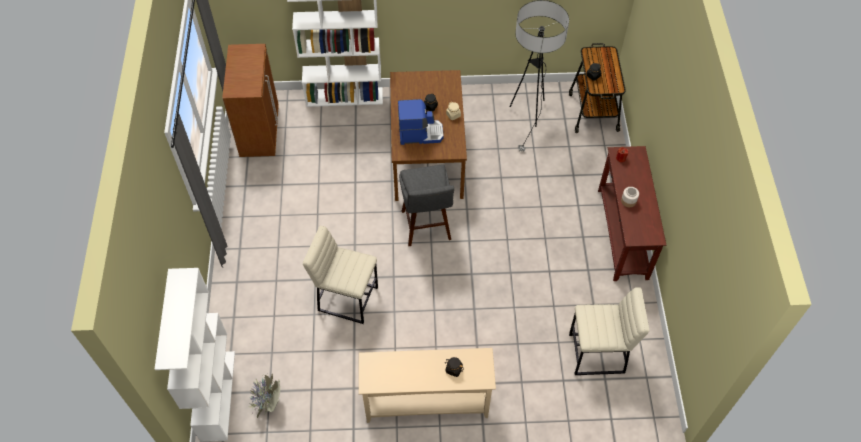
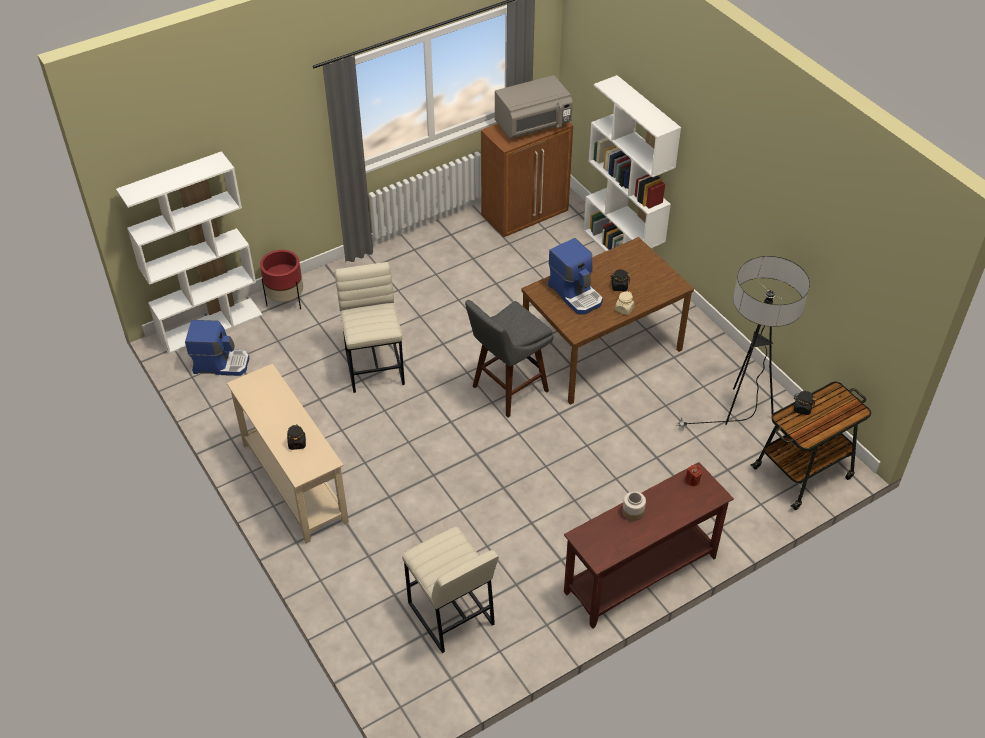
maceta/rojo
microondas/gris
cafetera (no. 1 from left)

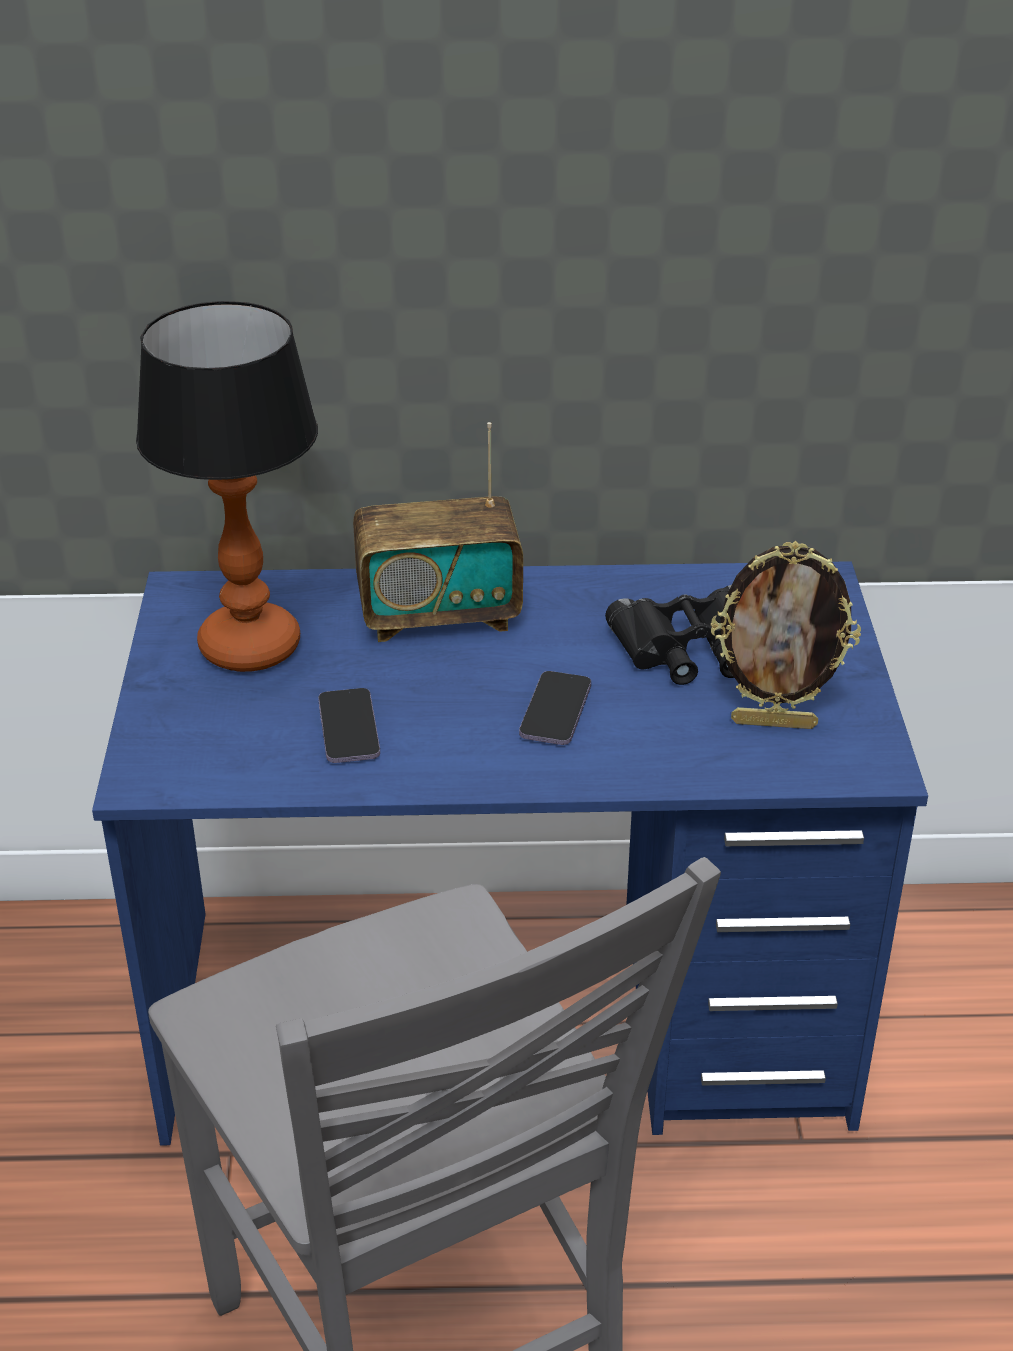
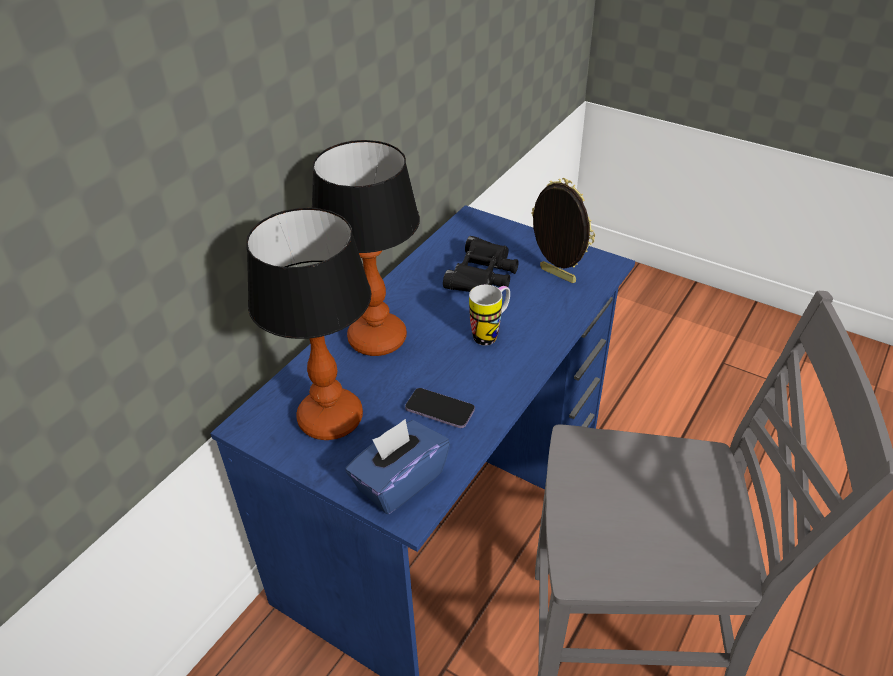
caja de pañuelos/azul
lámpara de mesa (no. 2 from left)
taza grande
portarretratos

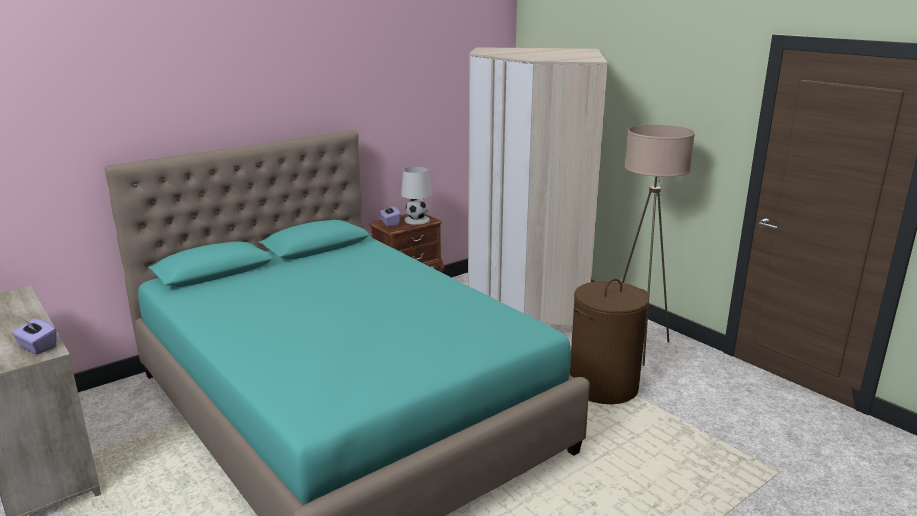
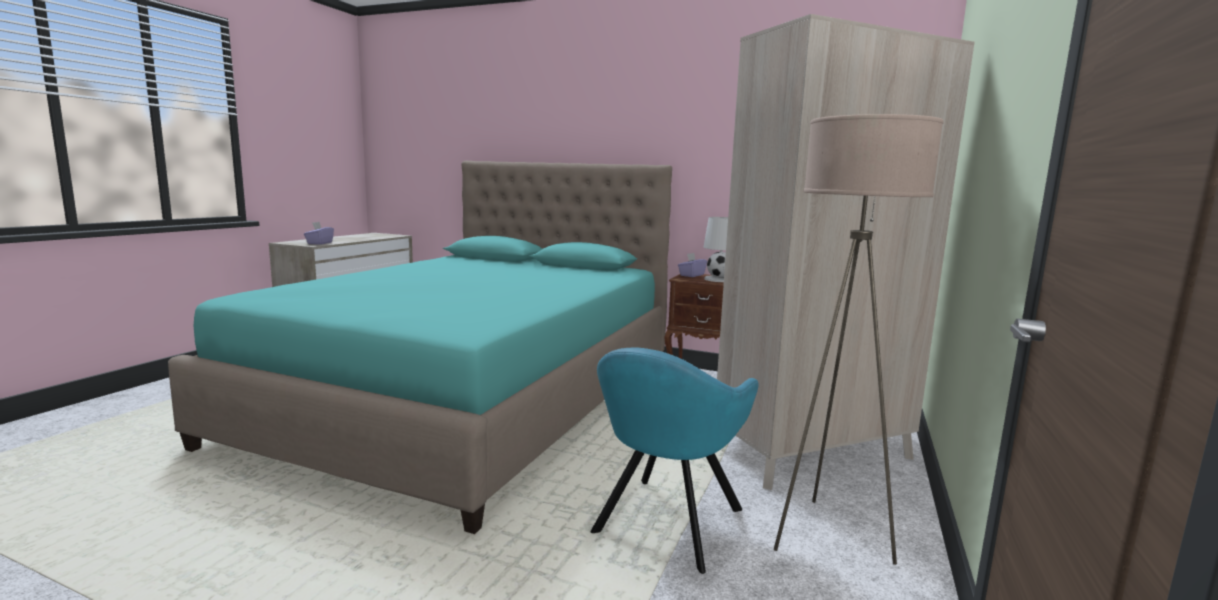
sillón/turquesa

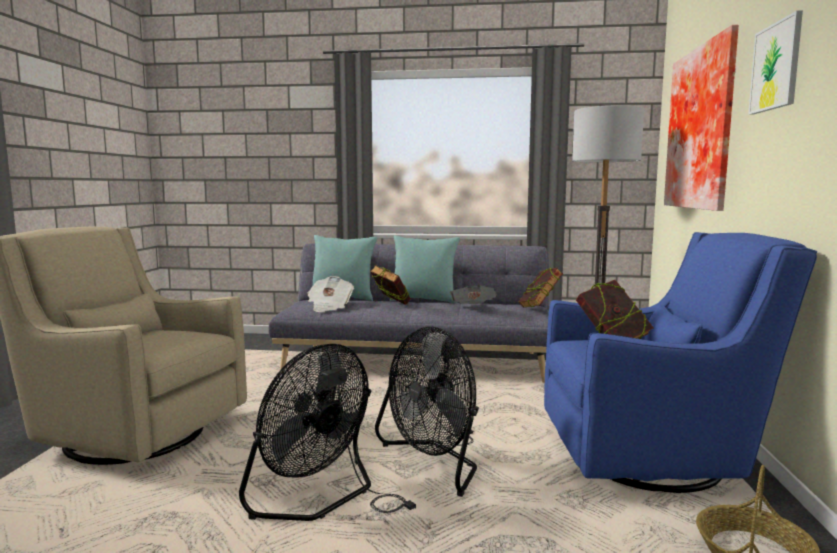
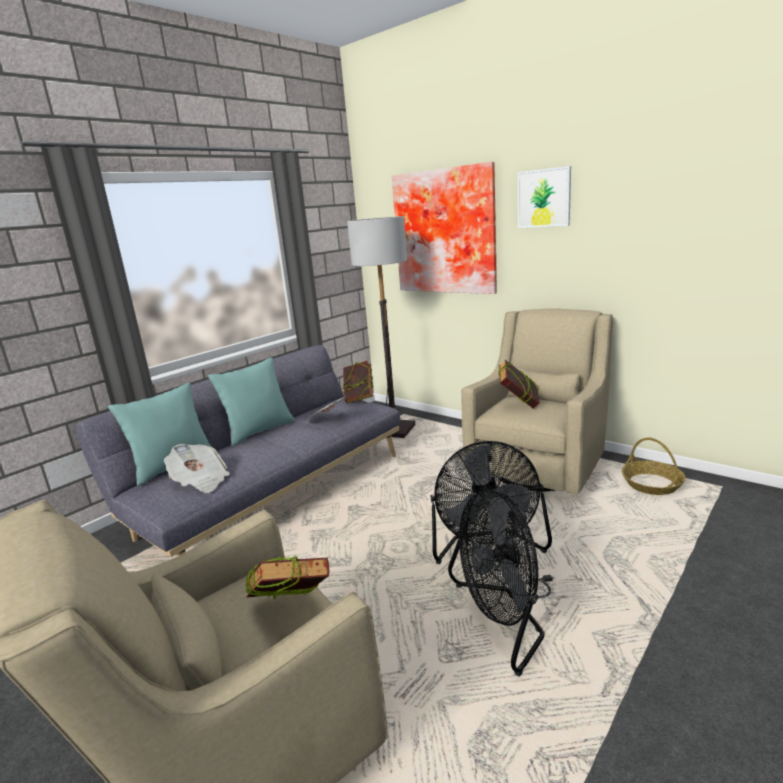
libro (no. 1 from left)
sillón/beis (no. 2 from left)

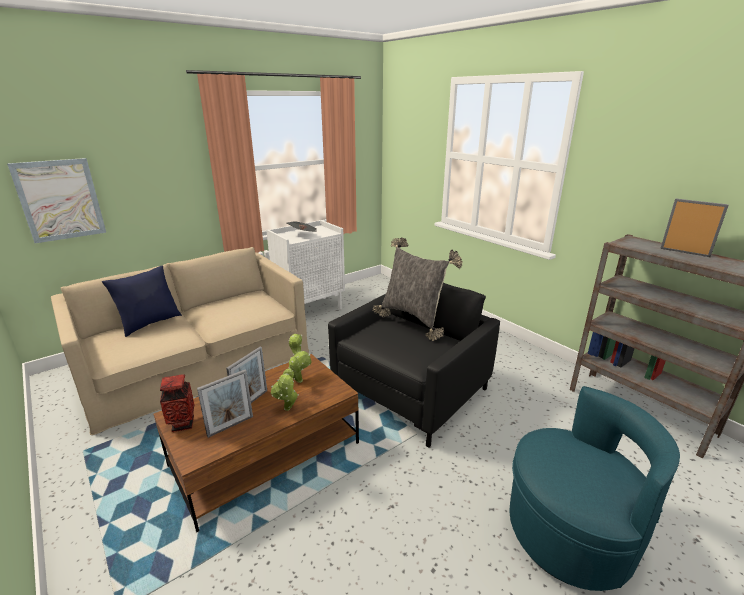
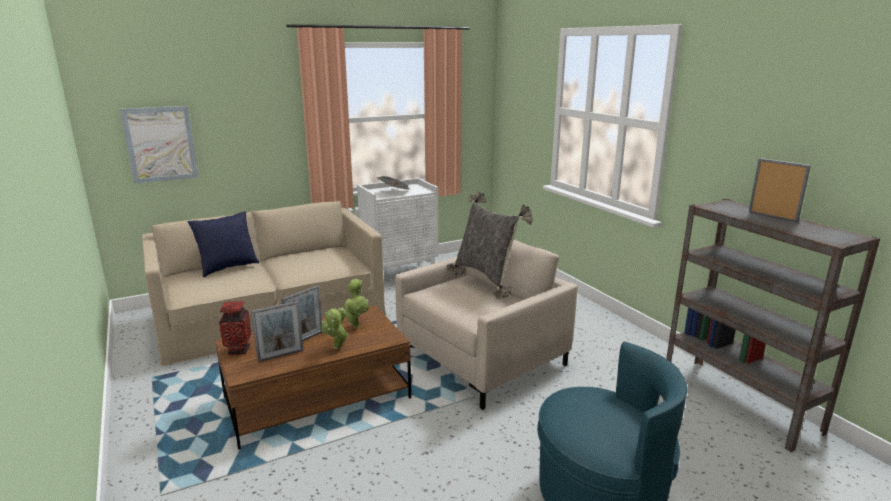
sillón/beis

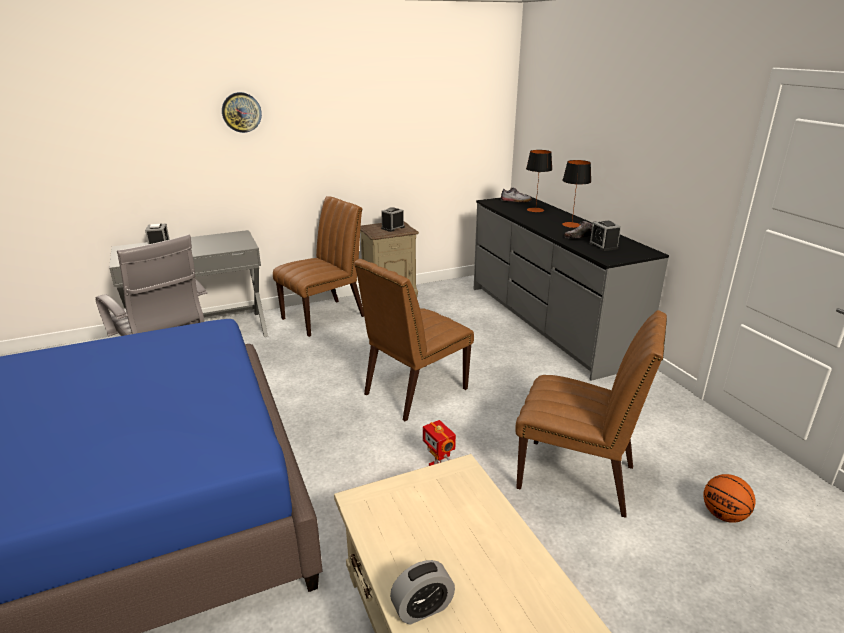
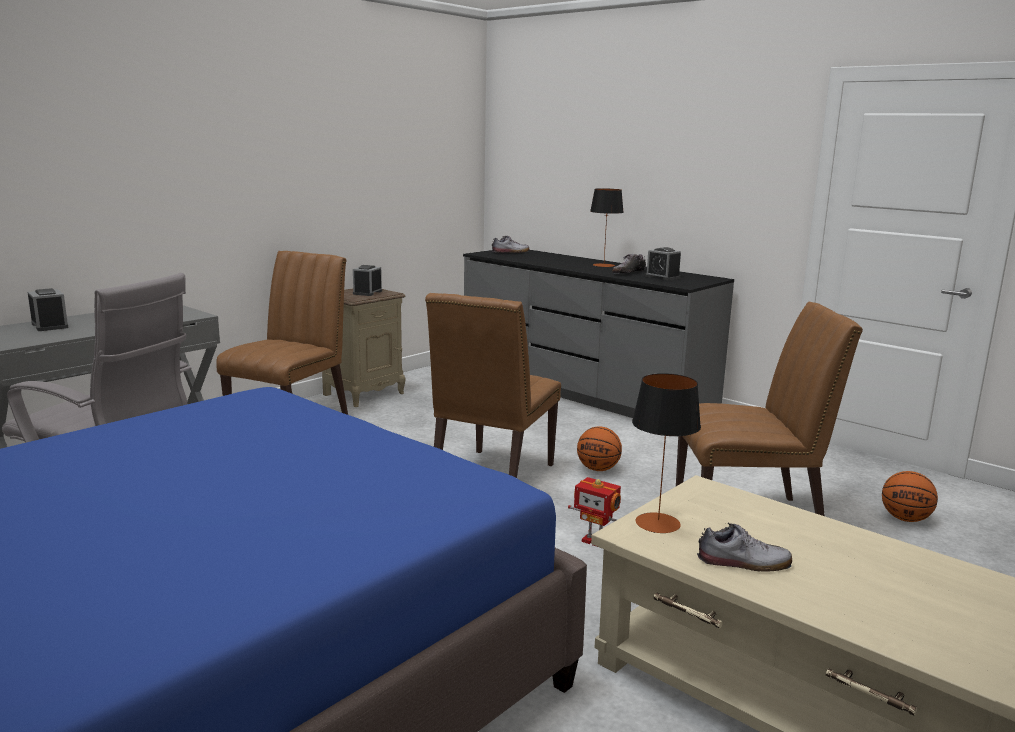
reloj de pared
despertador (no. 3 from left in the first image)
balón de baloncesto (no. 1 from left)
zapato (no. 3 from left)
lámpara de mesa (no. 2 from left)

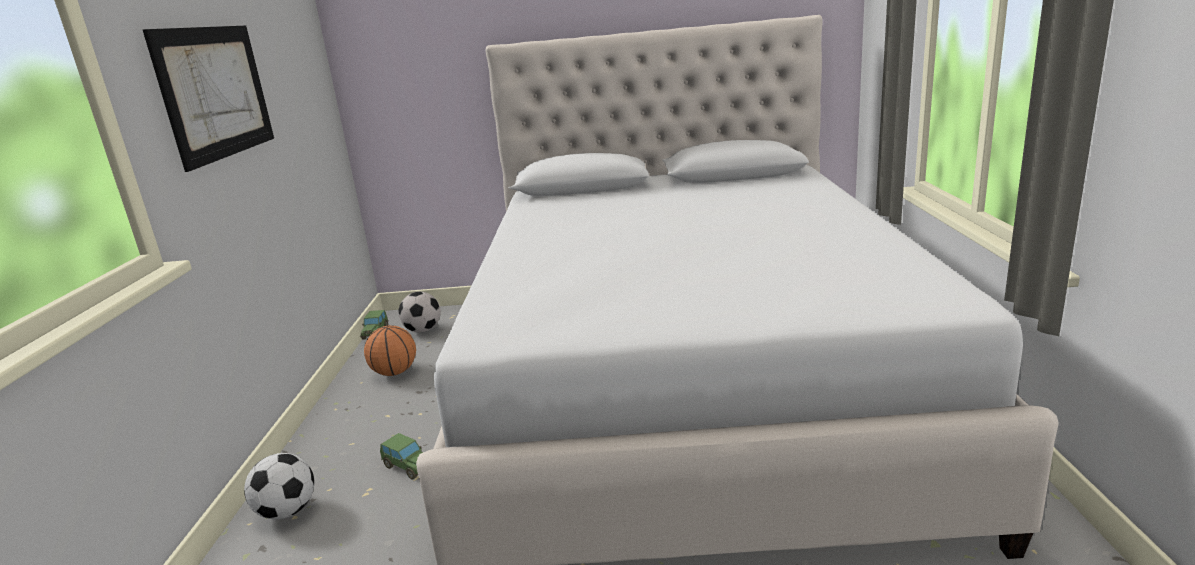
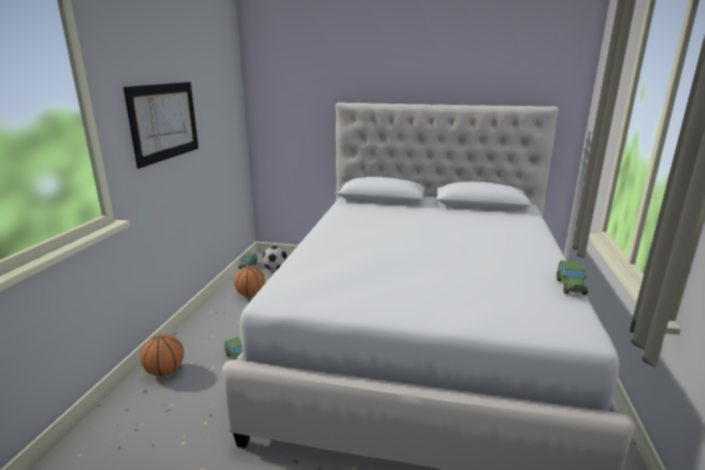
coche de juguete (no. 3 from left)
balón de baloncesto (no. 1 from left)

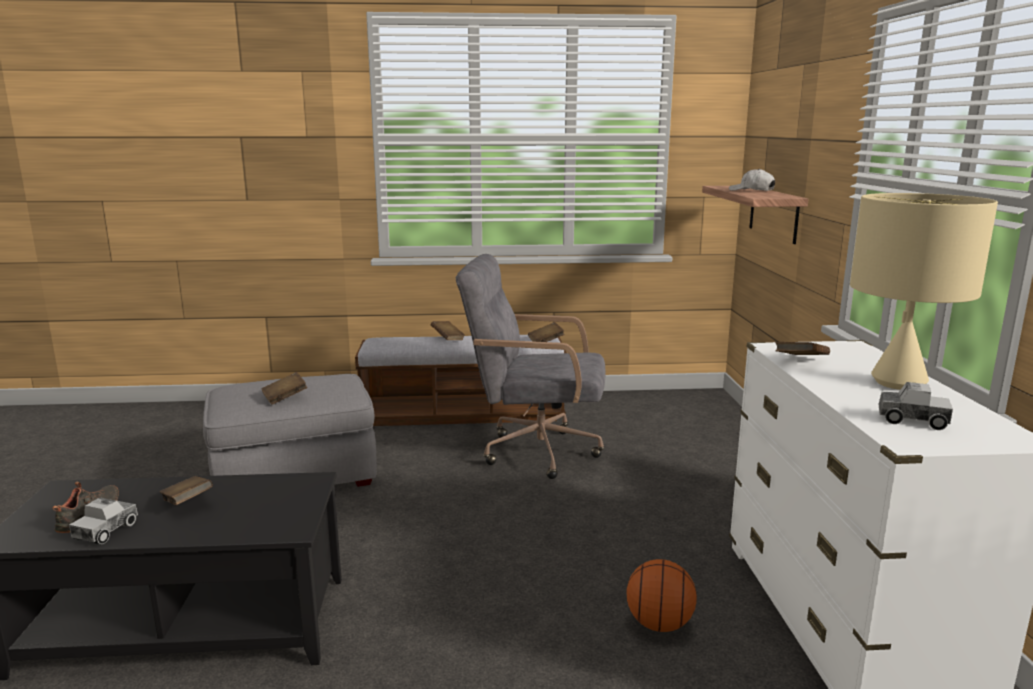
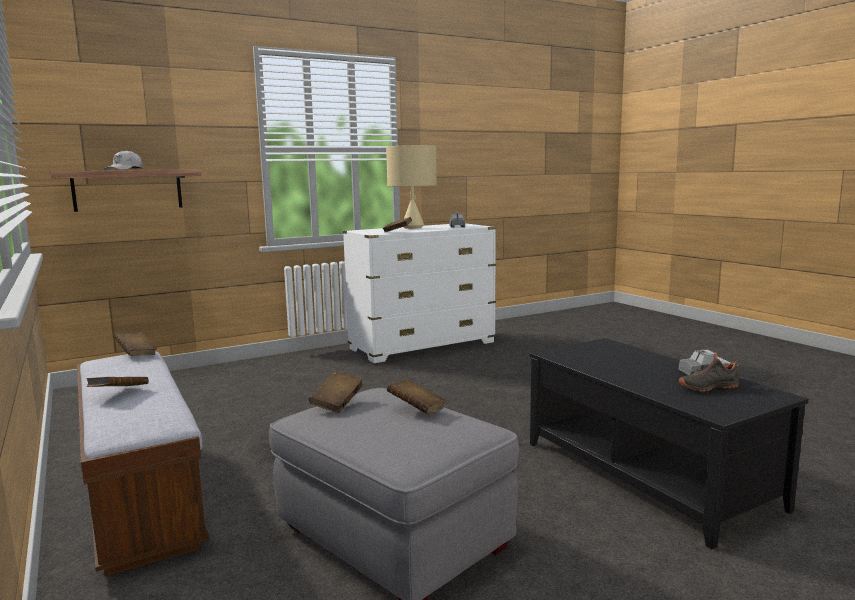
silla de oficina/gris
balón de baloncesto
libro/marrón (no. 3 from left)

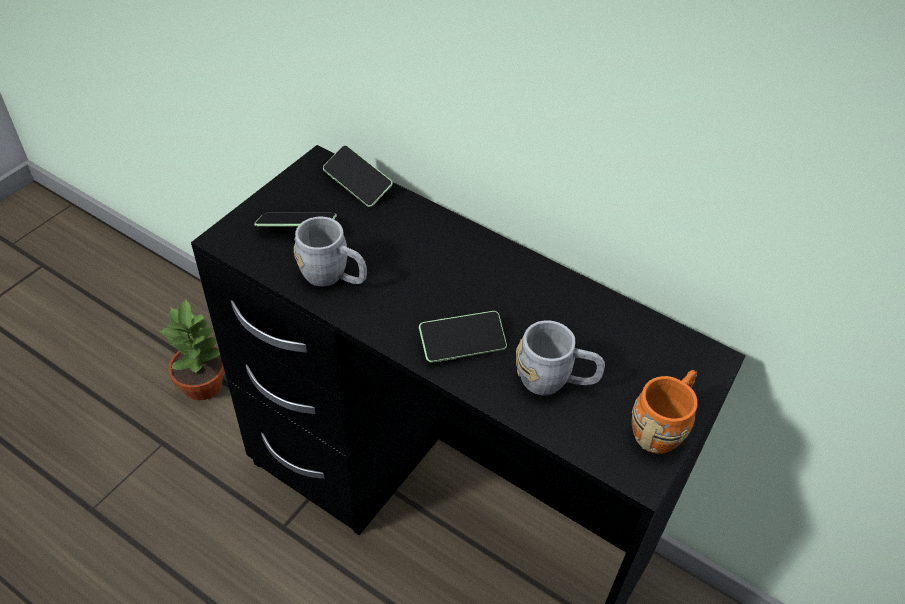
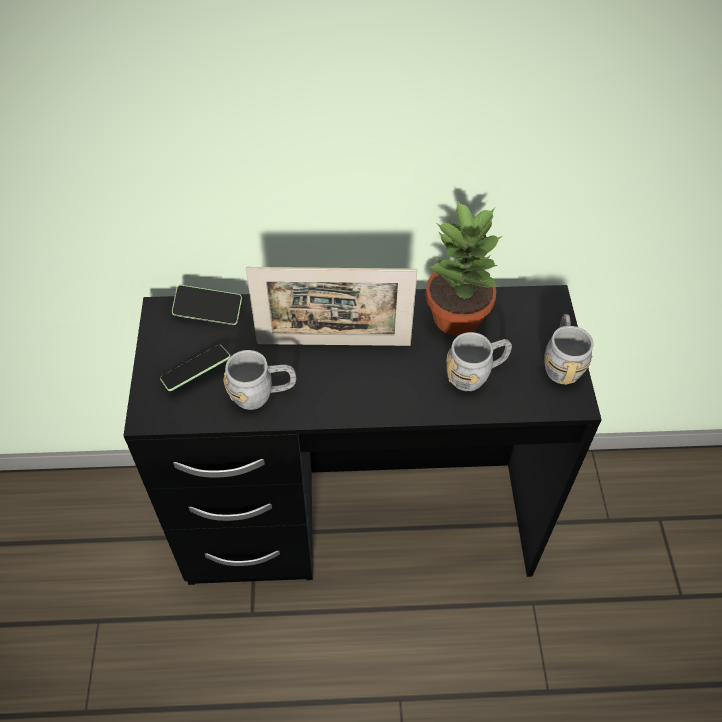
móvil (no. 3 from left in the first image)
portarretratos
planta en maceta
taza grande/gris (no. 3 from left)

